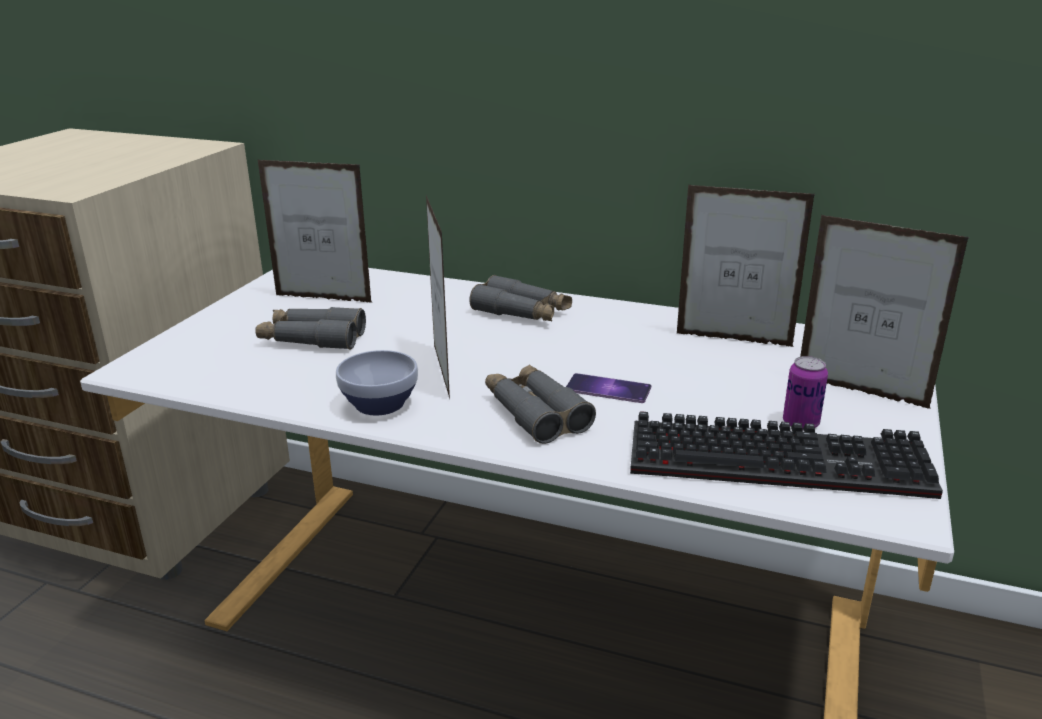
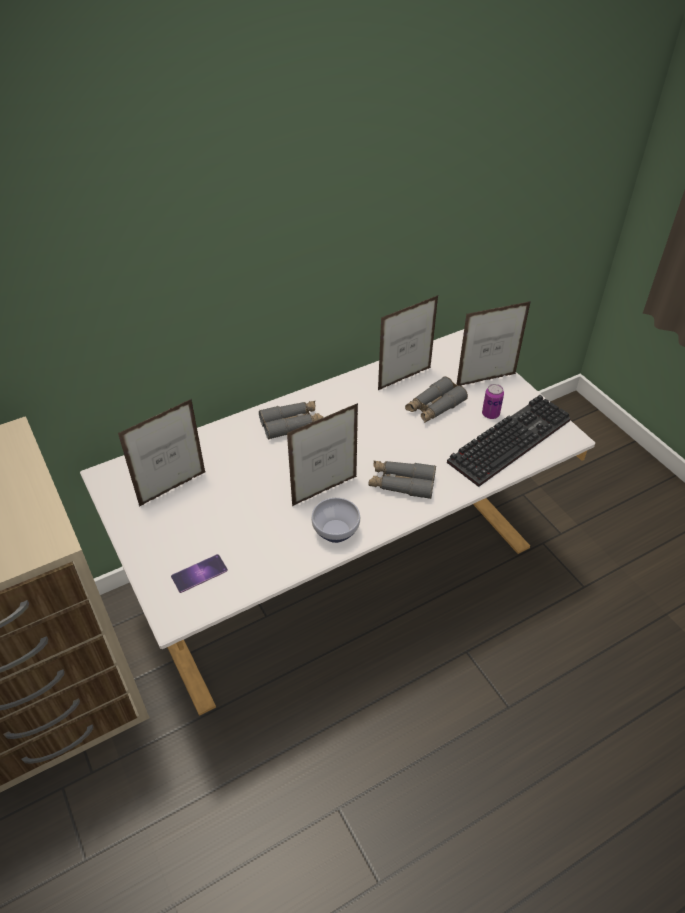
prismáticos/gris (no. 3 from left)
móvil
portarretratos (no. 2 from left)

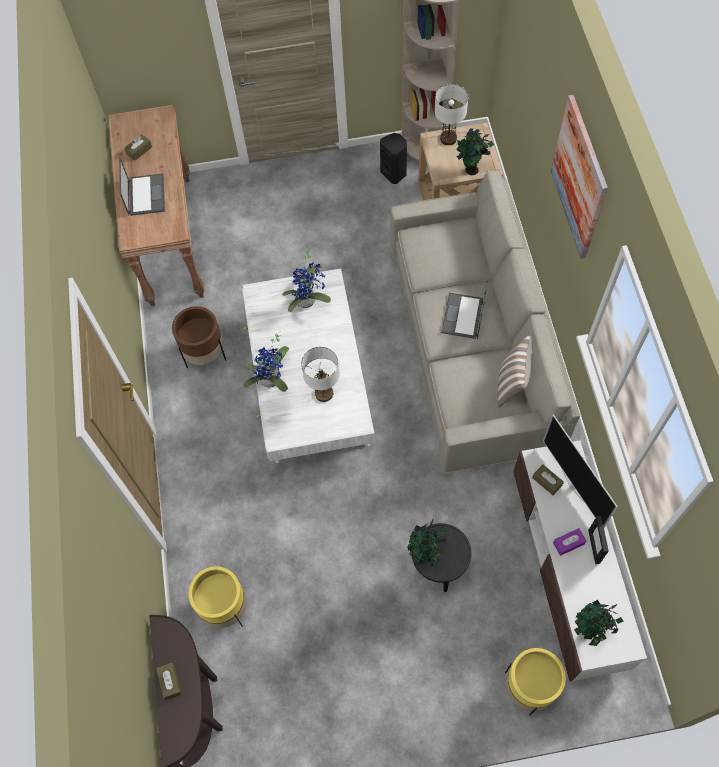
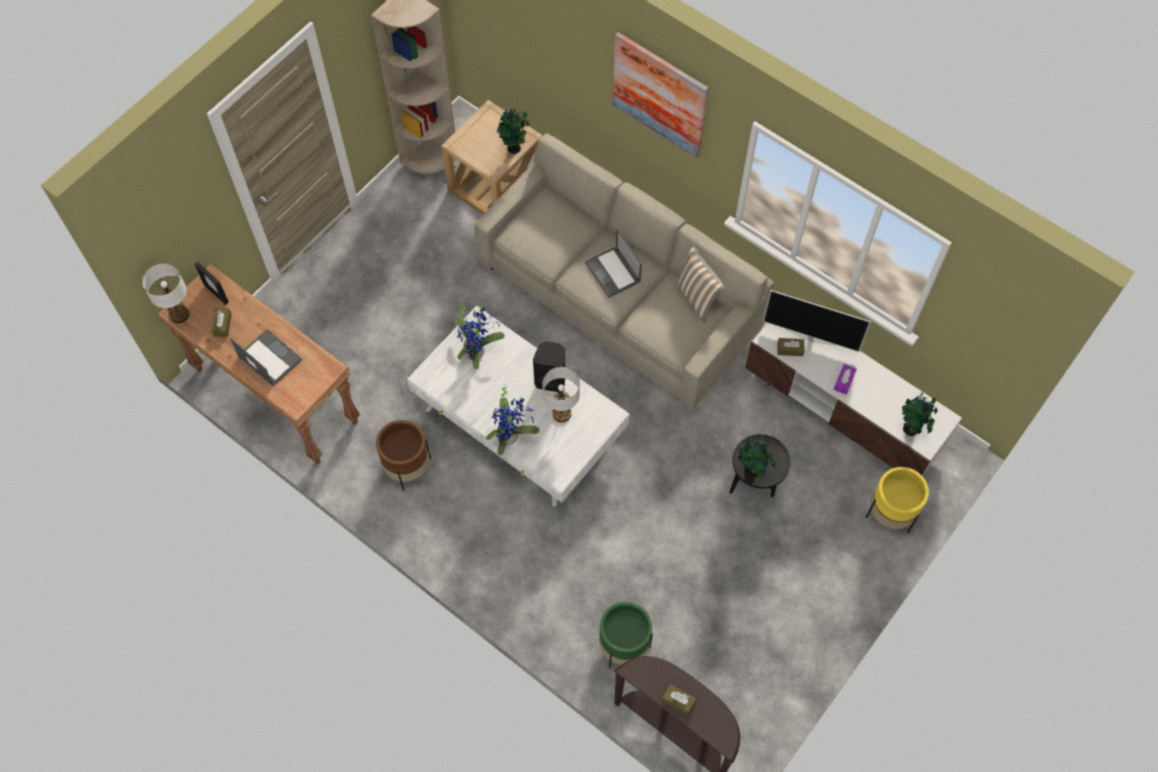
altavoz/negro
lámpara de mesa (no. 1 from left)
portarretratos
maceta/verde

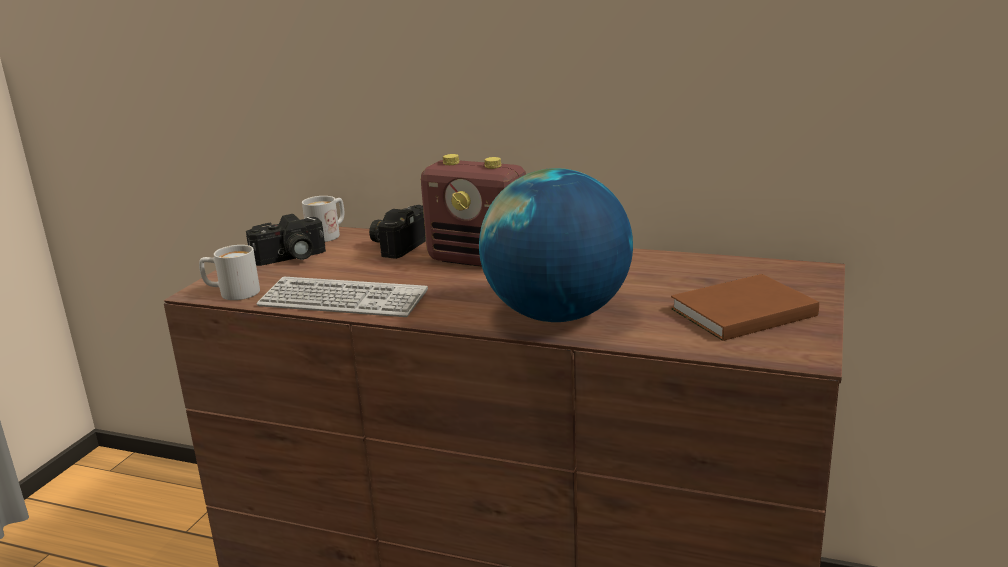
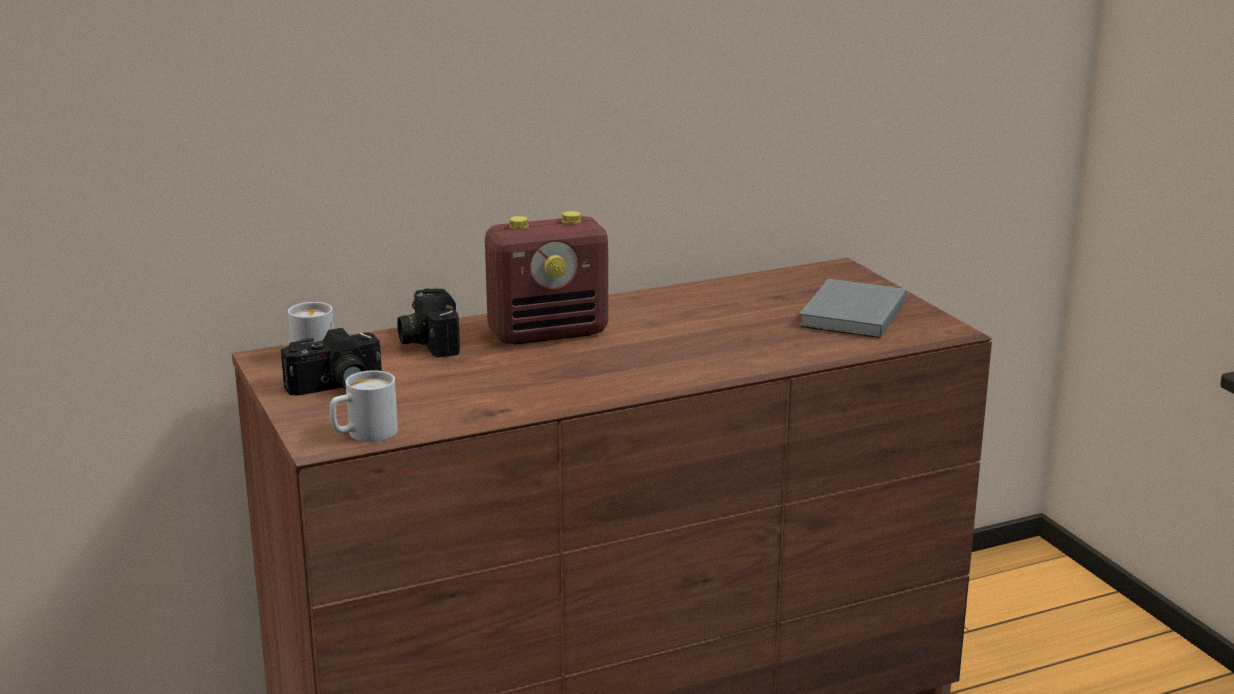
teclado
globo terráqueo
libro/gris
cámara (no. 1 from left)

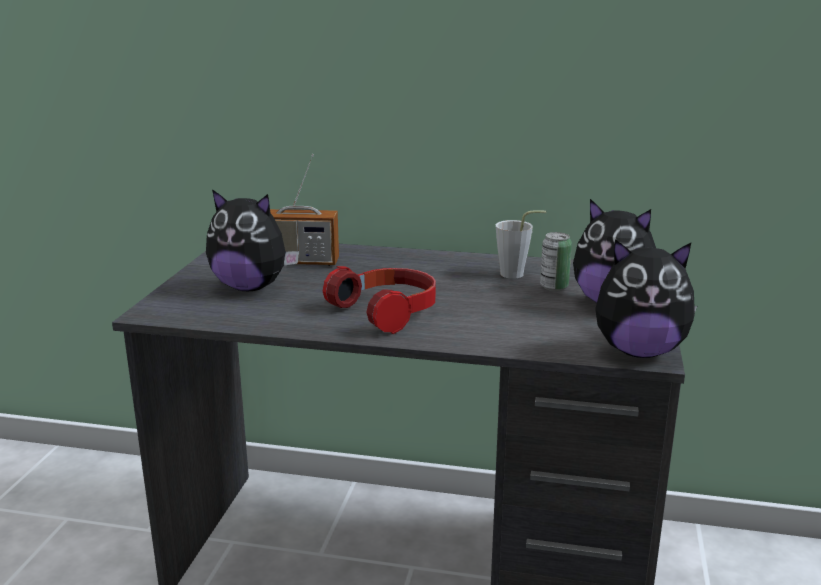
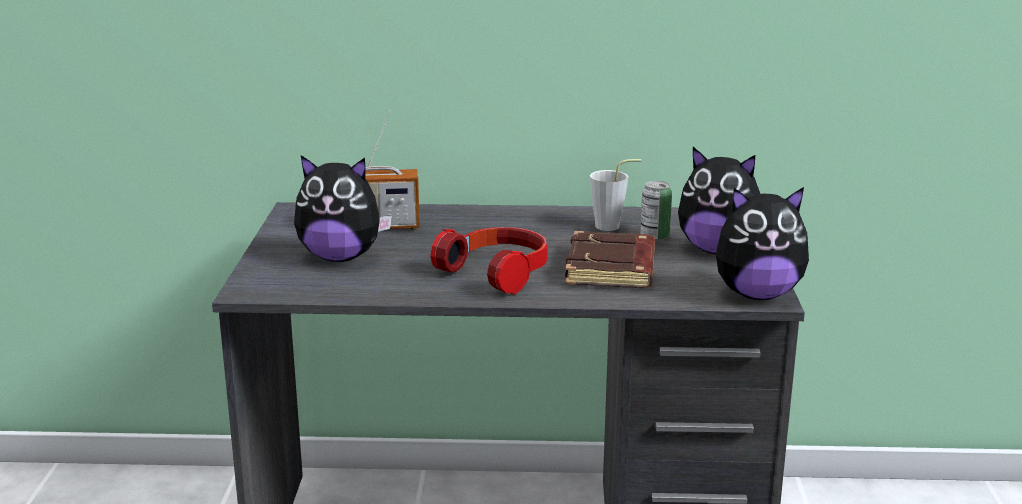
libro/marrón

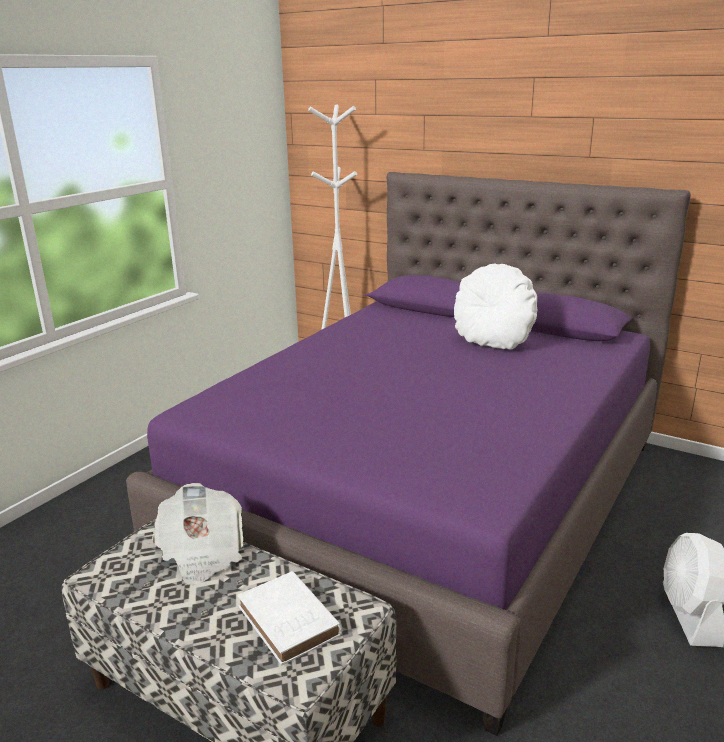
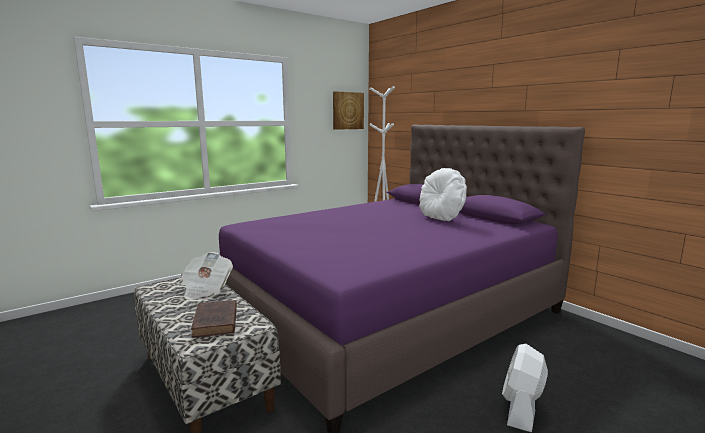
cuadro
libro/marrón

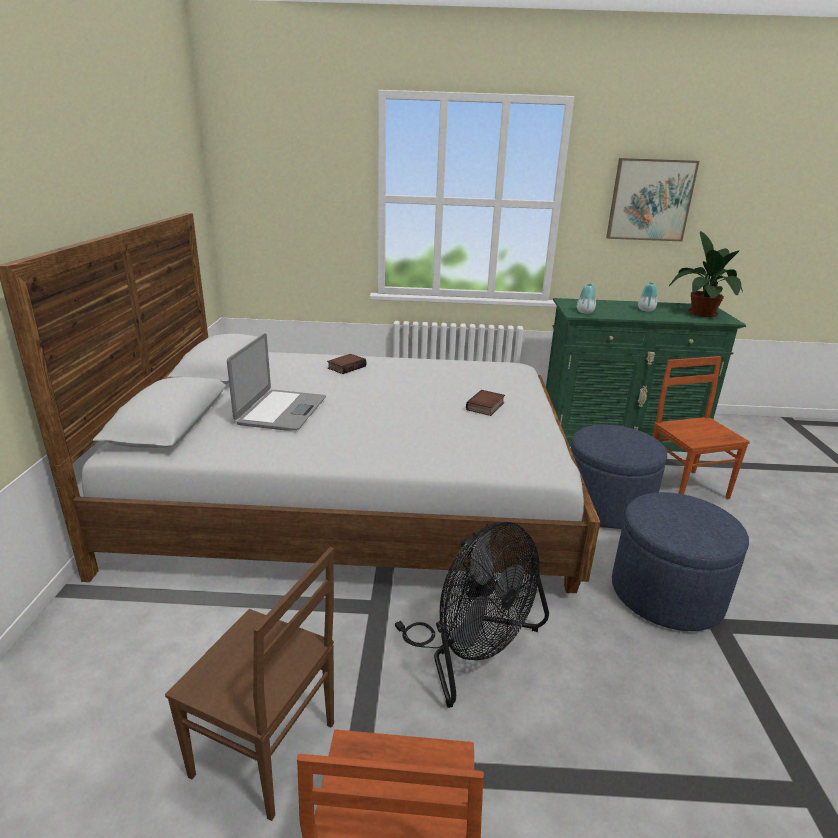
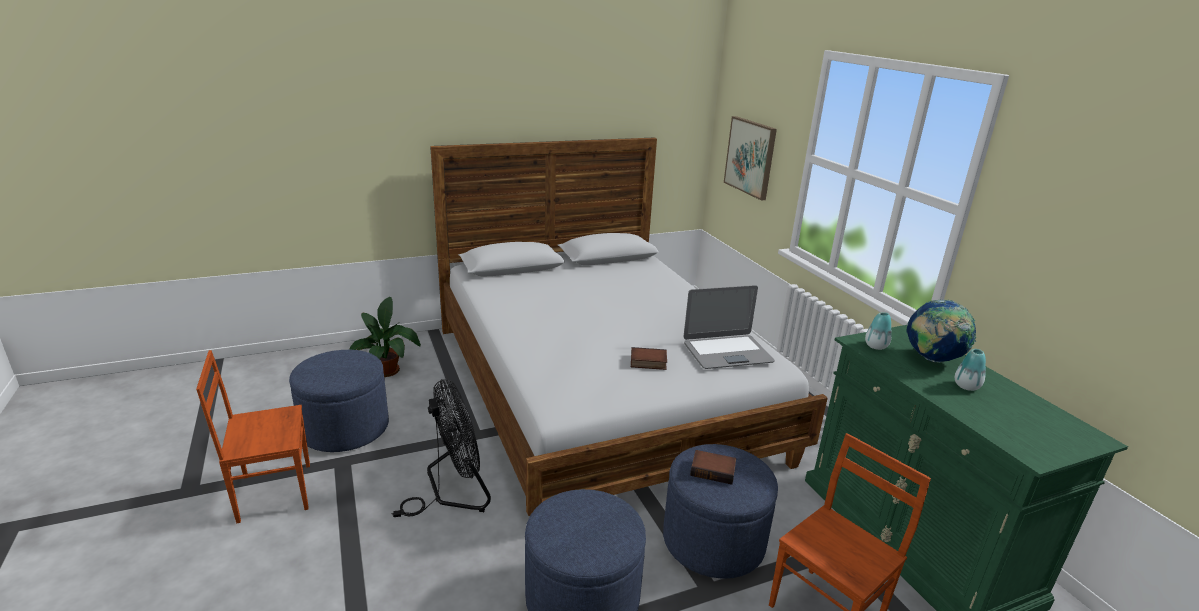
globo terráqueo
portátil
libro (no. 2 from left)
cuadro
planta en maceta
puf/azul (no. 1 from left)
ventilador/negro

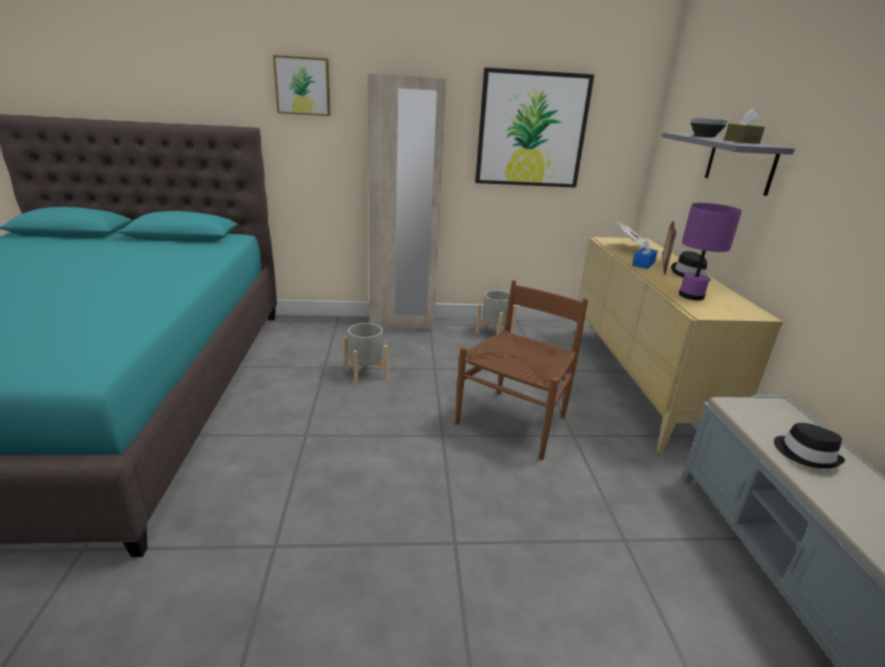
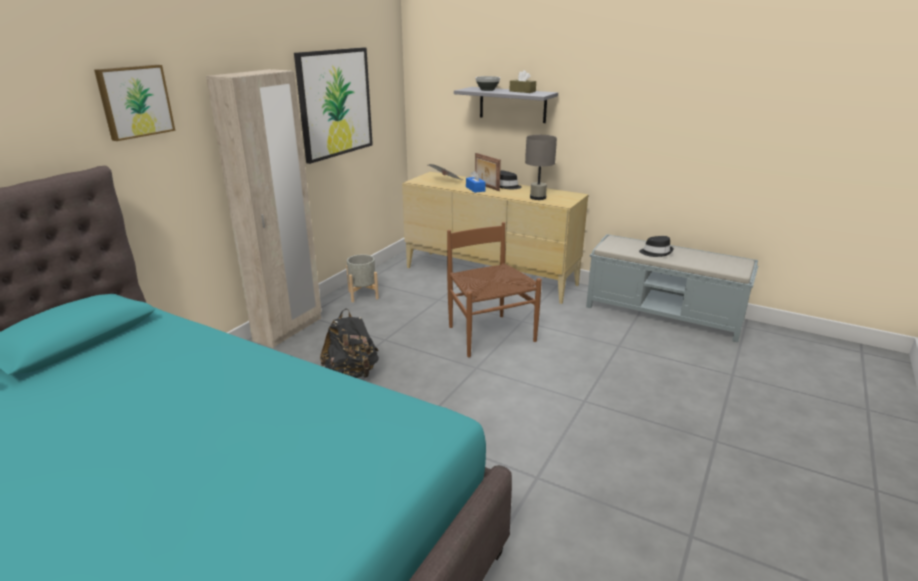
mochila/negro
lámpara de mesa/gris

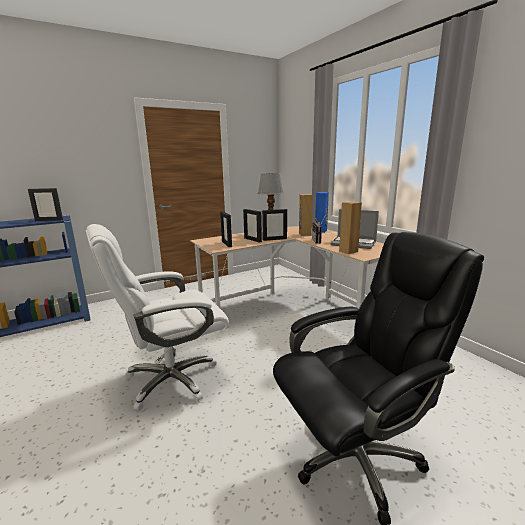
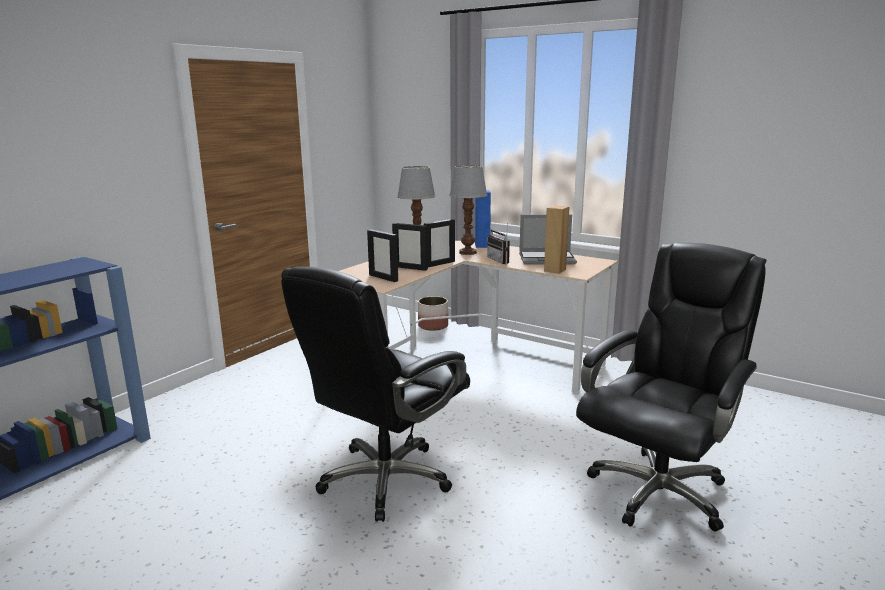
portarretratos (no. 1 from left in the first image)
maceta
lámpara de mesa (no. 2 from left)
silla de oficina/negro (no. 1 from left)

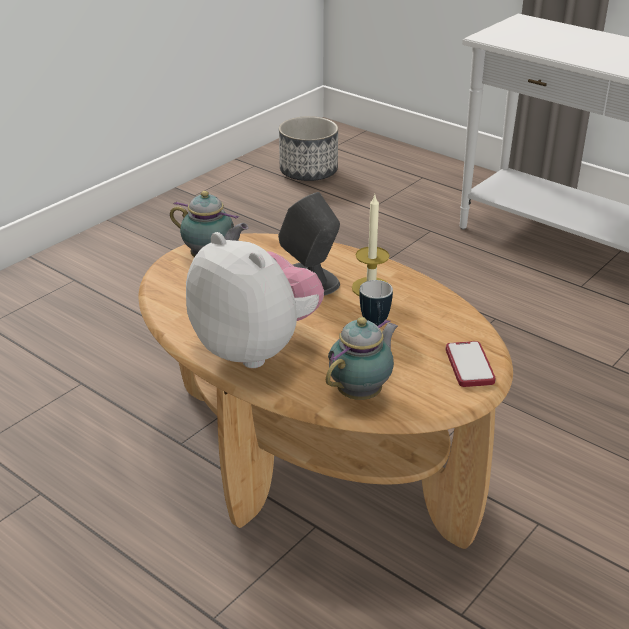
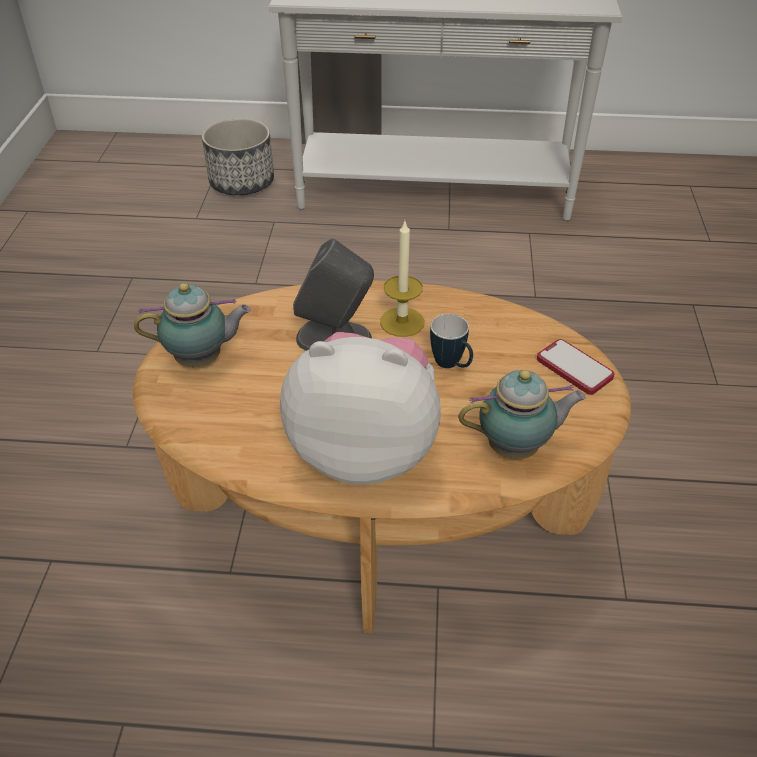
maceta
tetera (no. 2 from left)

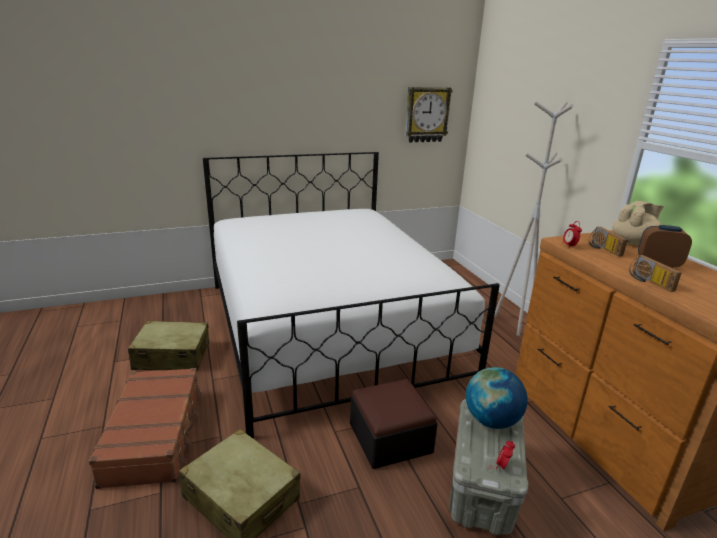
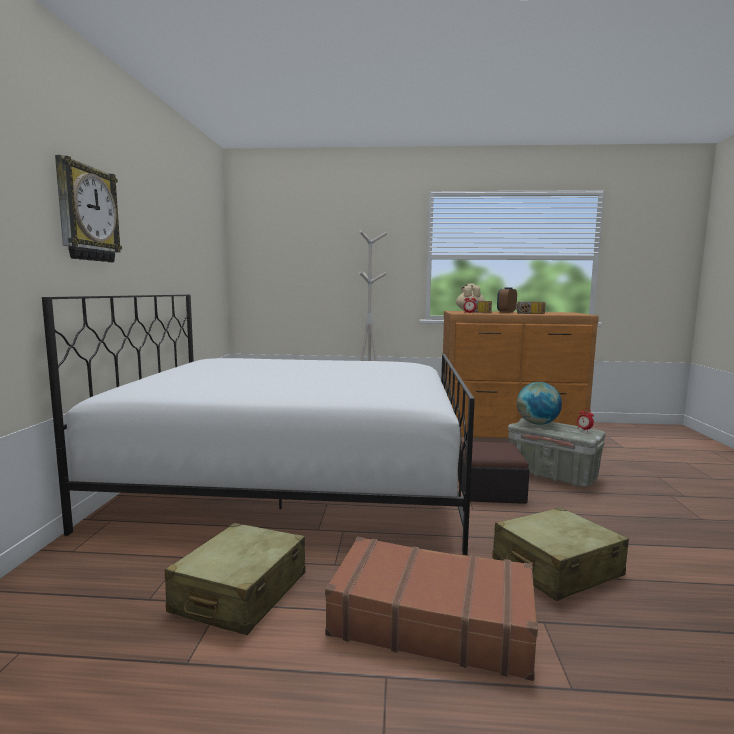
reloj de pared

